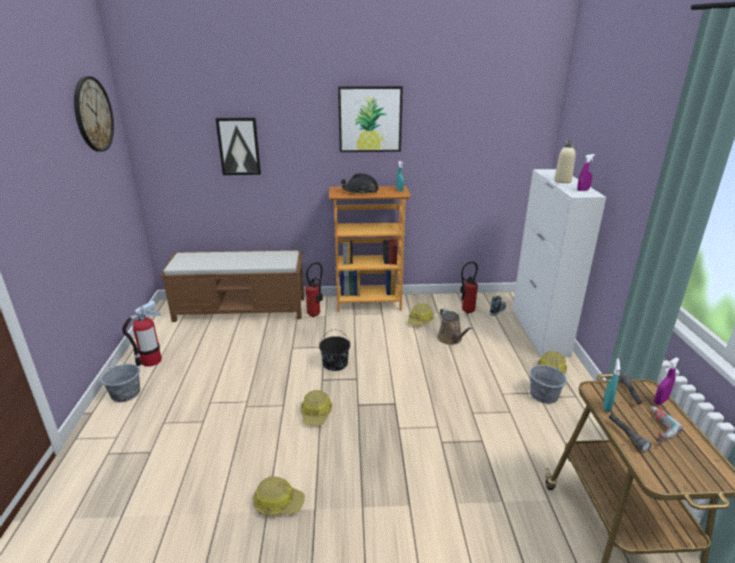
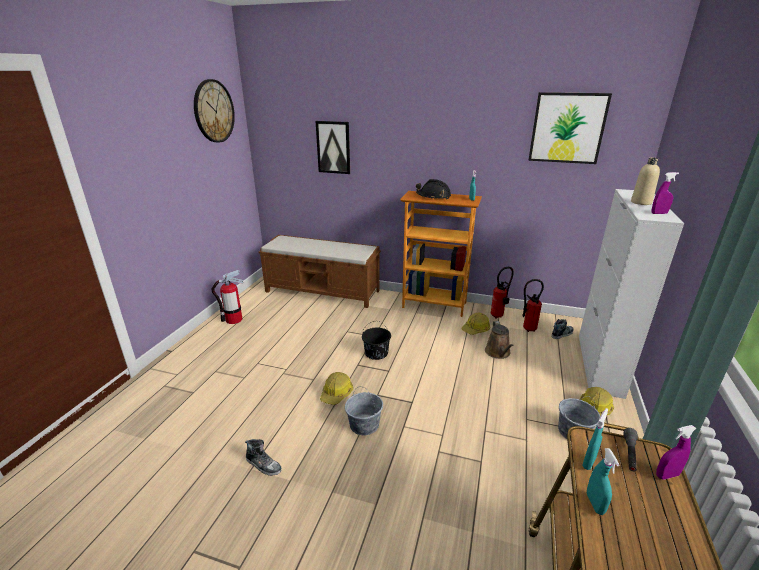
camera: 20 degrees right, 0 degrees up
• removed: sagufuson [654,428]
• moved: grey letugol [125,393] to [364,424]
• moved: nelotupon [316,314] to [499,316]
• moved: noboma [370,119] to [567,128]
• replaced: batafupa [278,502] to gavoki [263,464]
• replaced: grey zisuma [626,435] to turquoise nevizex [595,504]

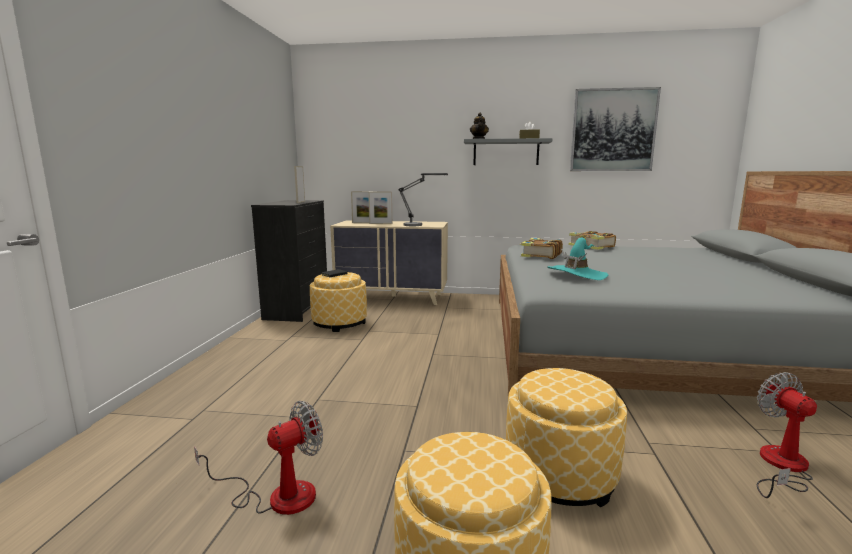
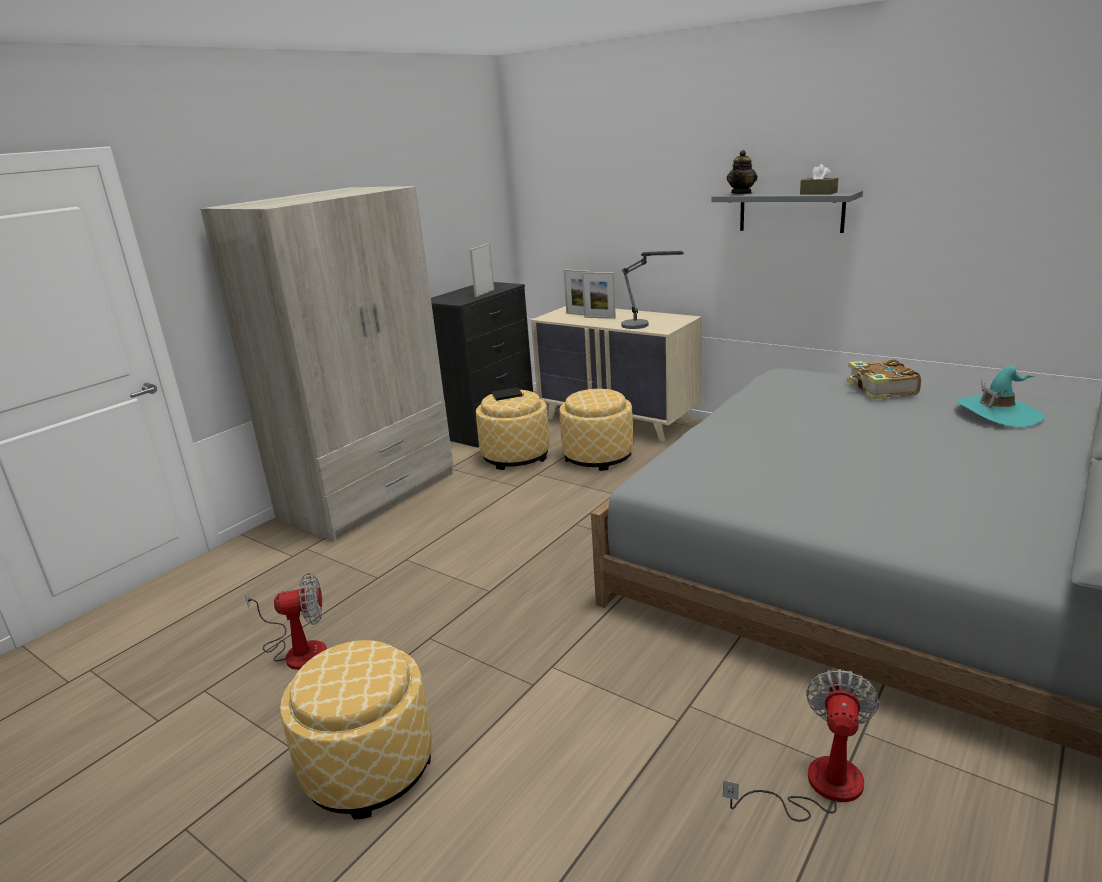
camera: 30 degrees right, 10 degrees up
• removed: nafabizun [540,255]
• removed: noboma [613,130]
• added: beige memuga [370,495]
• moved: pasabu [559,474] to [597,456]
• moved: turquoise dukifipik [577,275] to [998,414]

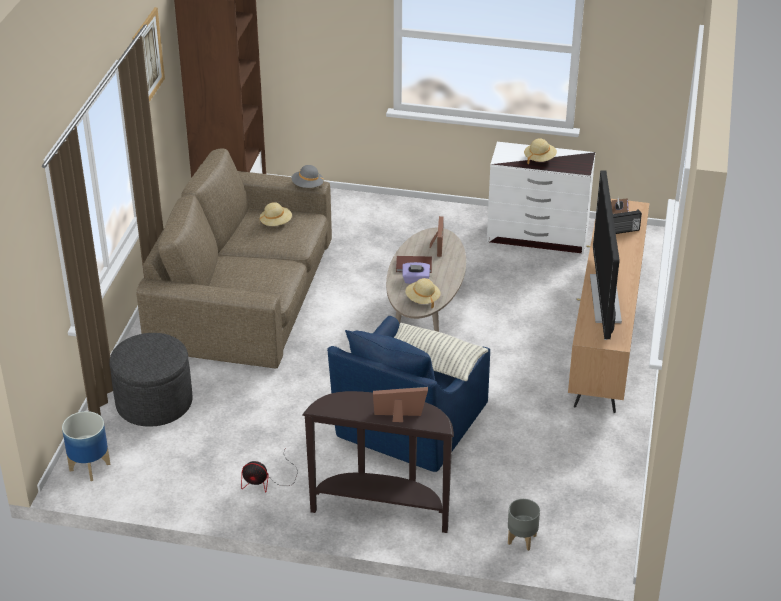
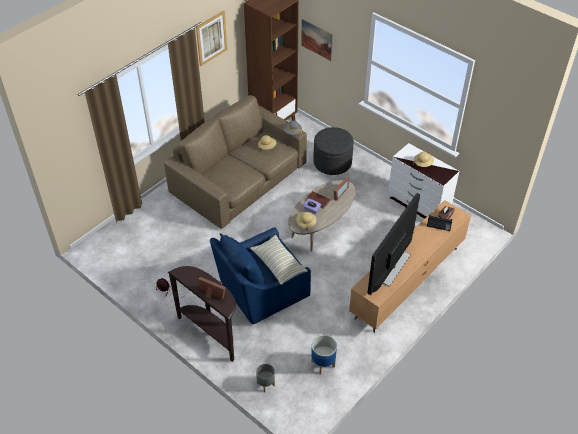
camera: 30 degrees right, 10 degrees up
• added: noboma [317,39]
• moved: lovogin [89,467] to [322,363]
• moved: grey pasabu [154,403] to [332,162]

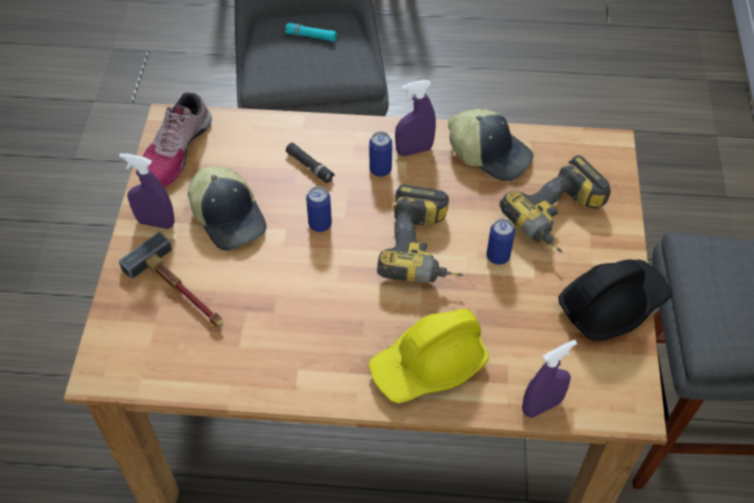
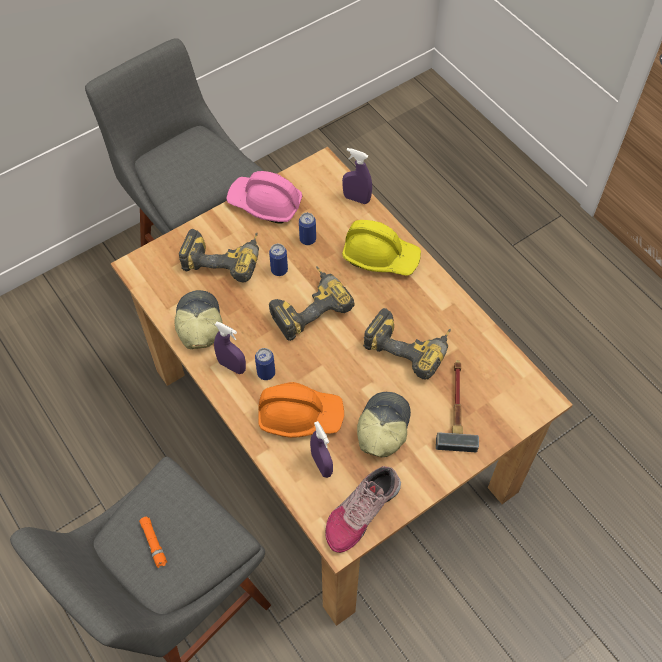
camera: 130 degrees left, 5 degrees up
• added: sagufuson [409,345]
• moved: purple nevizex [156,222] to [321,465]
• moved: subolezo [320,224] to [307,239]
• replaced: black zisuma [310,166] to orange batafupa [300,415]
• recoloured: turquoise zisuma [311,36] to orange zisuma [154,543]
• recoloured: black batafupa [612,305] to pink batafupa [265,204]
• turned: gavoki [176,150] = [361,511] 150 degrees clockwise

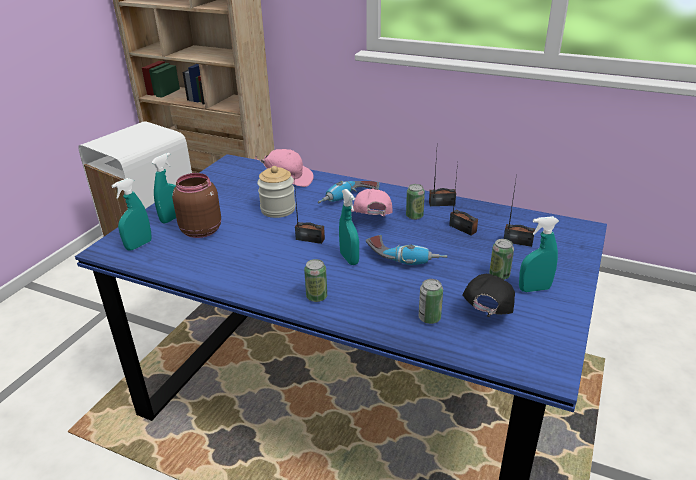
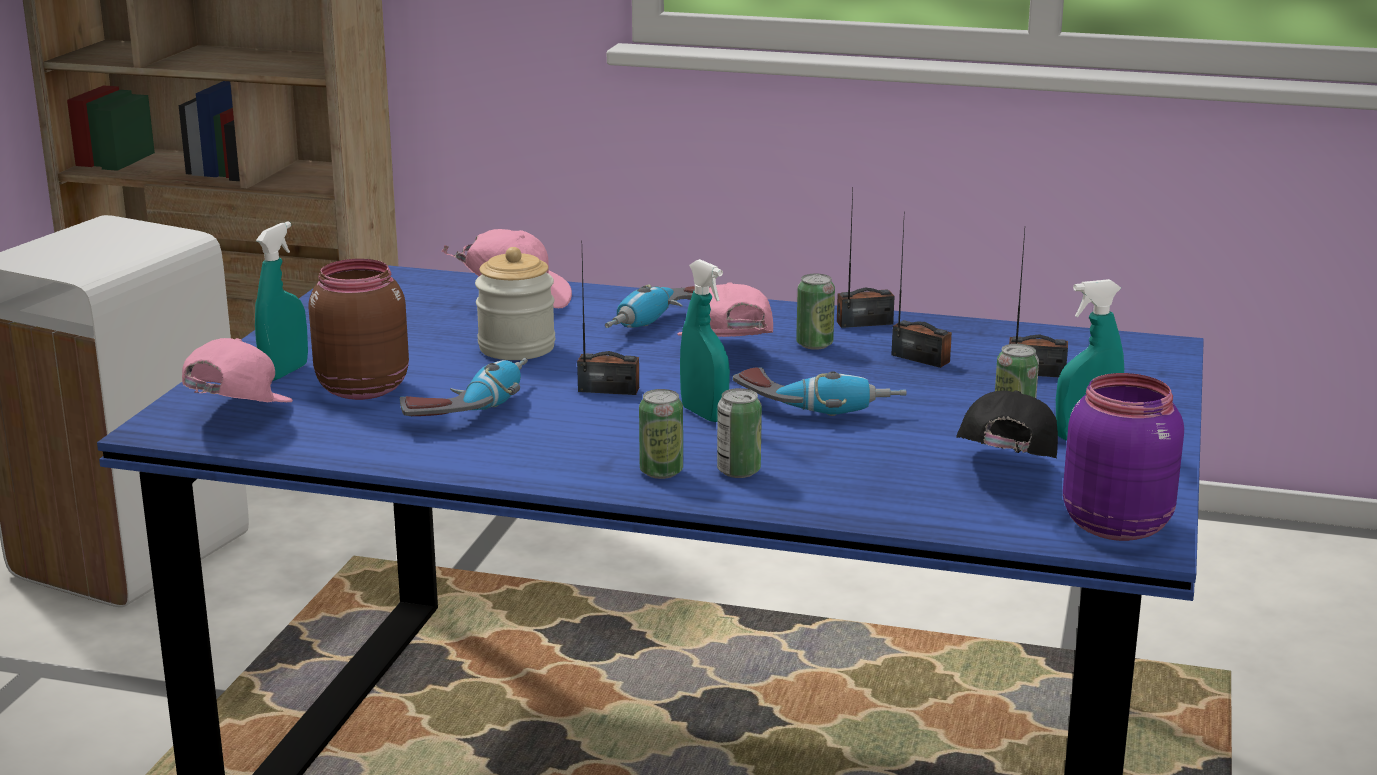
camera: 10 degrees left, 10 degrees down
• added: sagufuson [470,407]
• added: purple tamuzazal [1115,523]
• moved: subolezo [429,318] to [738,471]
• replaced: turquoise nevizex [139,245] to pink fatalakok [235,417]

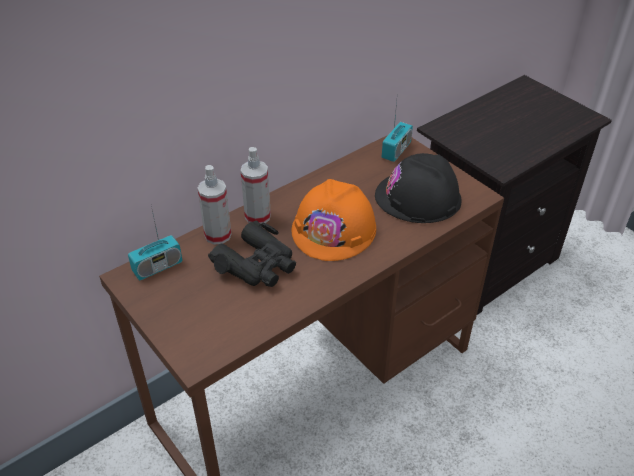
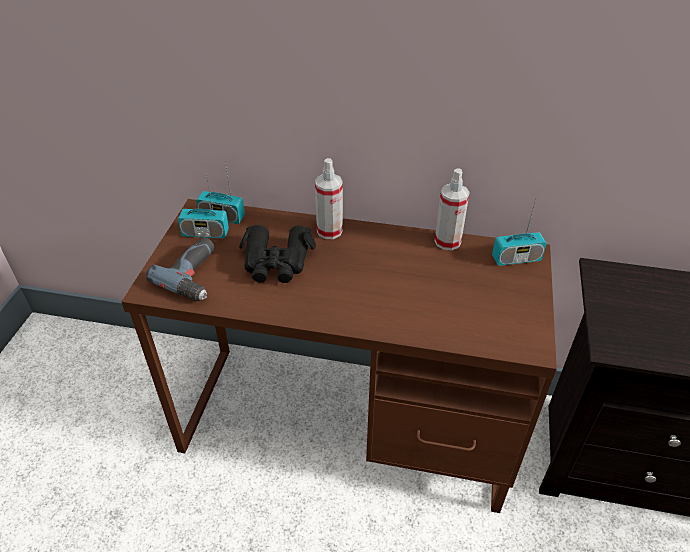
camera: 50 degrees right, 0 degrees up
• removed: orange batafupa [334,229]
• removed: black batafupa [418,197]
• added: sagufuson [197,275]
• added: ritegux [205,233]
• moved: nevizex [218,235] to [447,241]

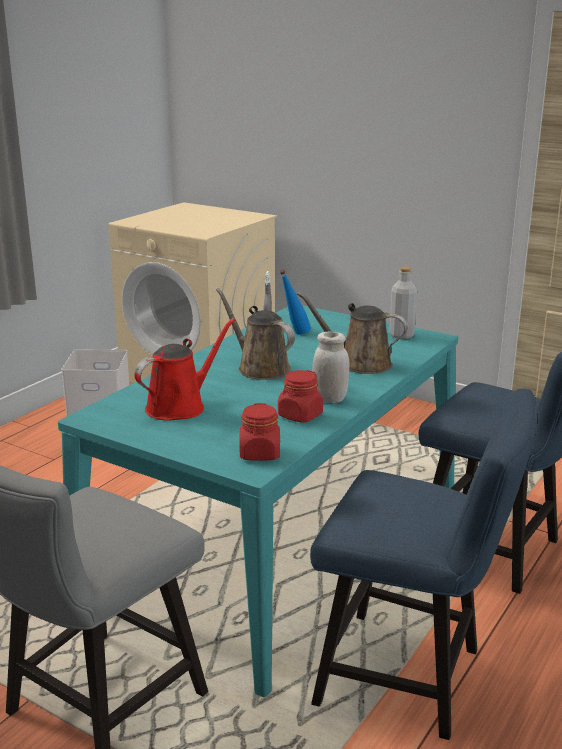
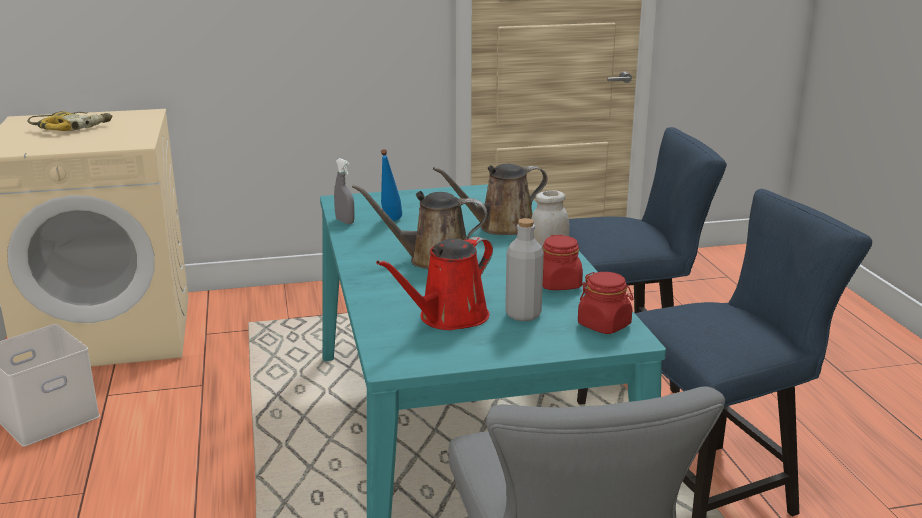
camera: 45 degrees left, 0 degrees up
• added: sagufuson [72,127]
• moved: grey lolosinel [401,335] to [523,314]
• turned: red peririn [180,406] = [448,318] 135 degrees counterclockwise

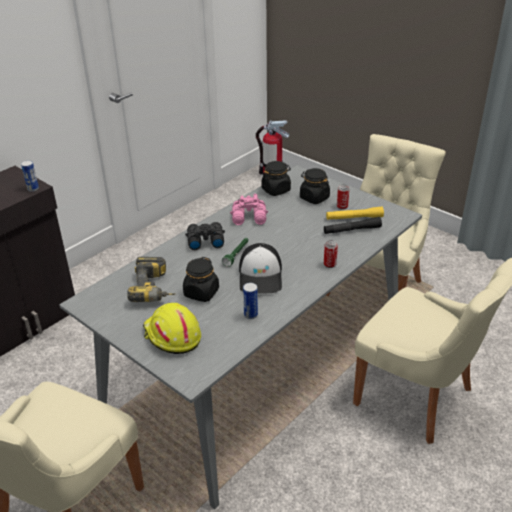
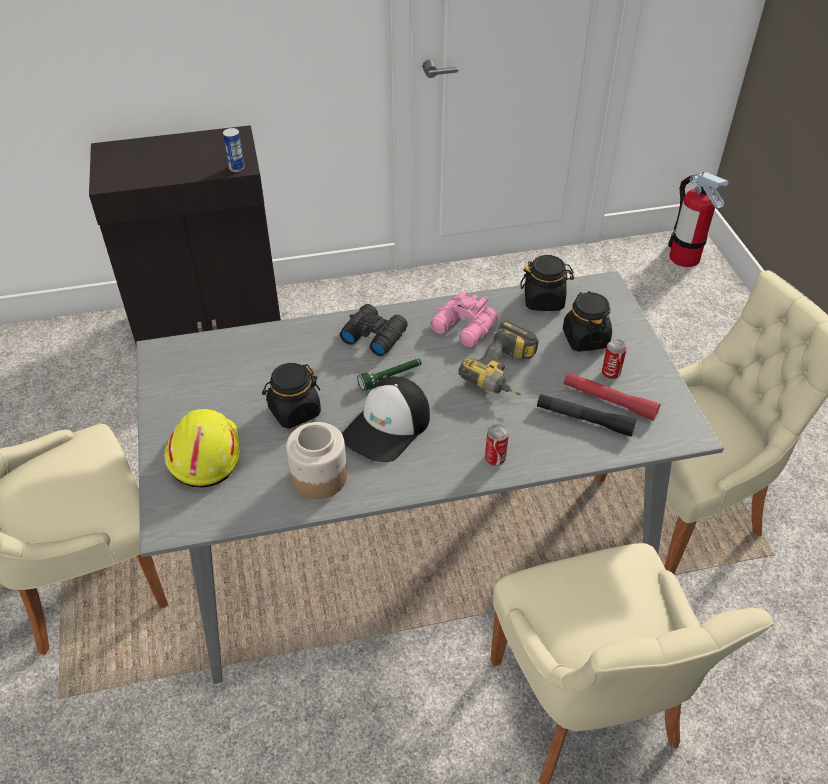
camera: 35 degrees right, 10 degrees up
• moved: sagufuson [155,289] to [505,374]
• replaced: subolezo [250,315] to tamuzazal [318,477]
• recoloured: yellow zisuma [354,218] to red zisuma [609,401]

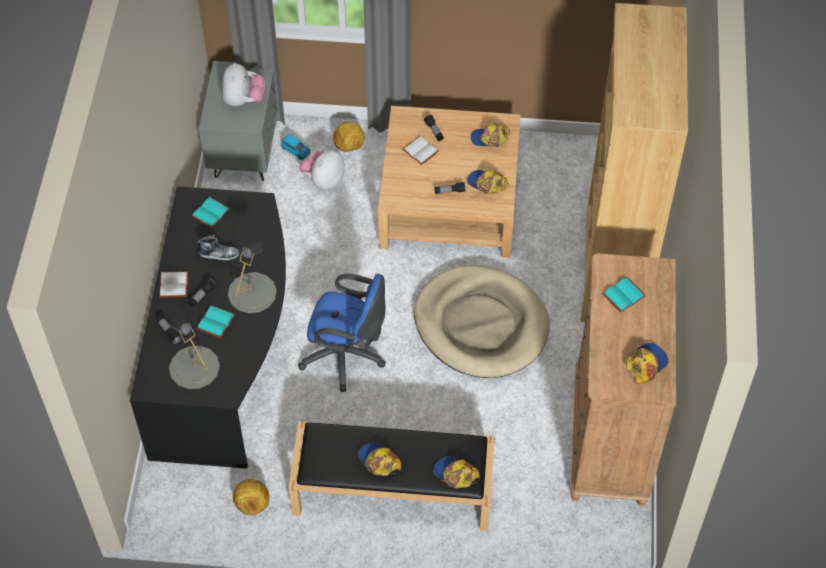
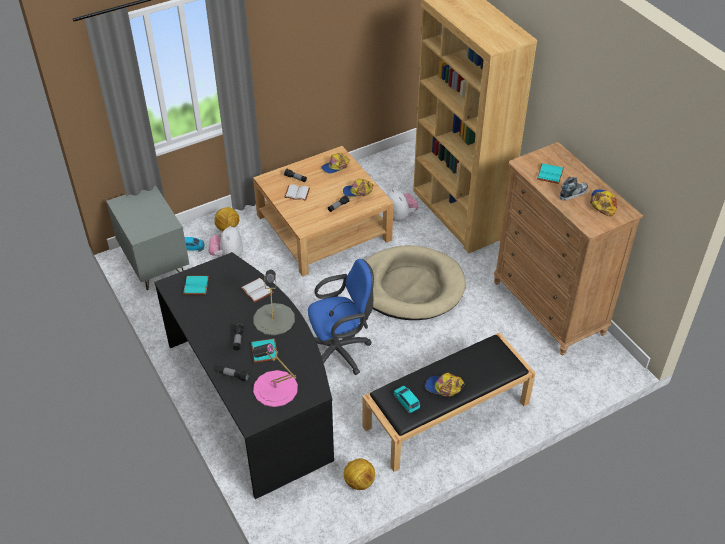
camera: 35 degrees left, 10 degrees down
• removed: fatalakok [455,474]
• added: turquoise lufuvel [406,402]
• moved: white nafabizun [175,285] to [258,290]
• moved: gavoki [219,254] to [573,193]
• moved: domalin [243,100] to [400,216]
• recoloured: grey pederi [194,367] to pink pederi [275,388]

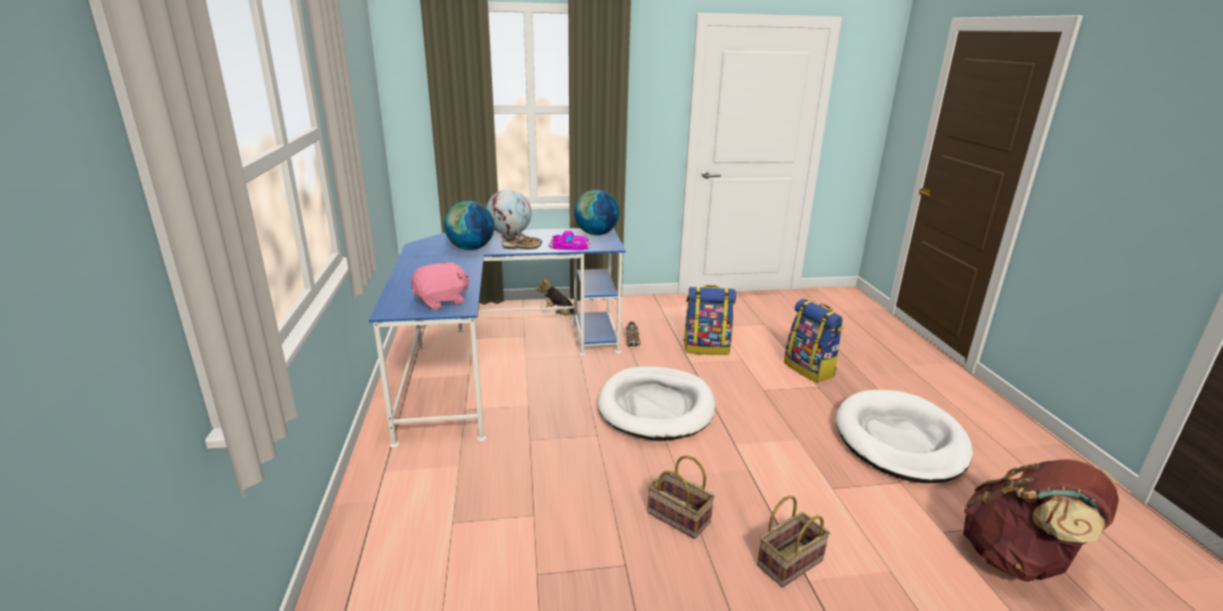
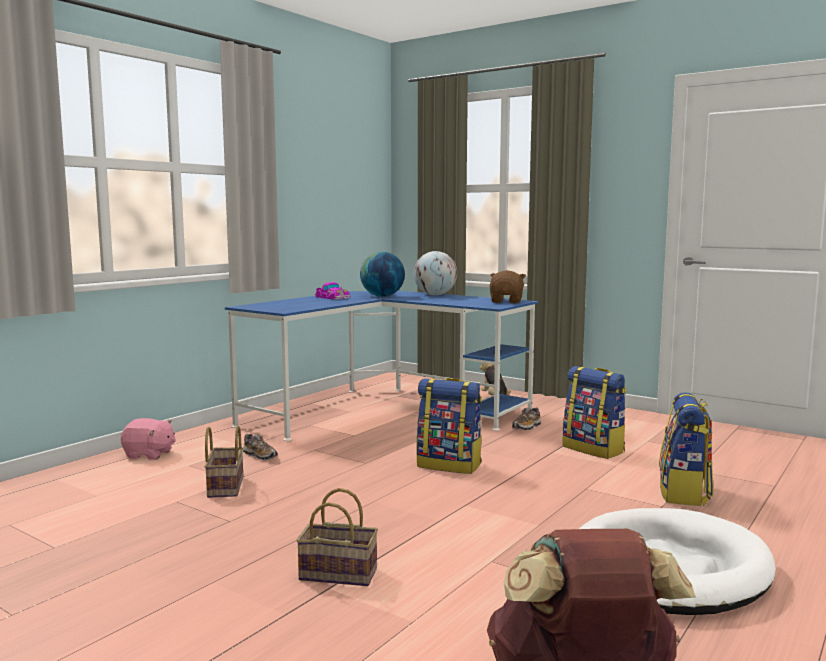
camera: 45 degrees right, 15 degrees down
• moved: pink domalin [442,301] to [149,454]
• moved: gavoki [521,248] to [260,456]
• moved: lufuvel [570,246] to [332,297]
• moved: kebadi [676,517] to [224,486]
• replaced: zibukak [596,234] to brown domalin [506,301]
• replaced: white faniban [656,407] to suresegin [450,465]

